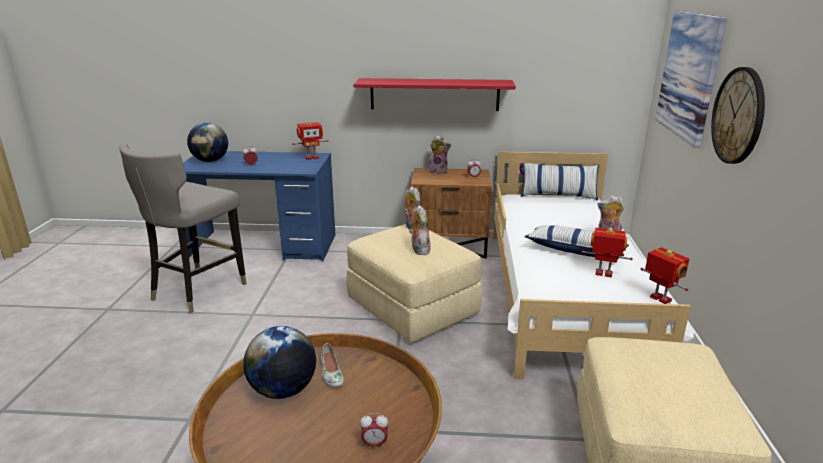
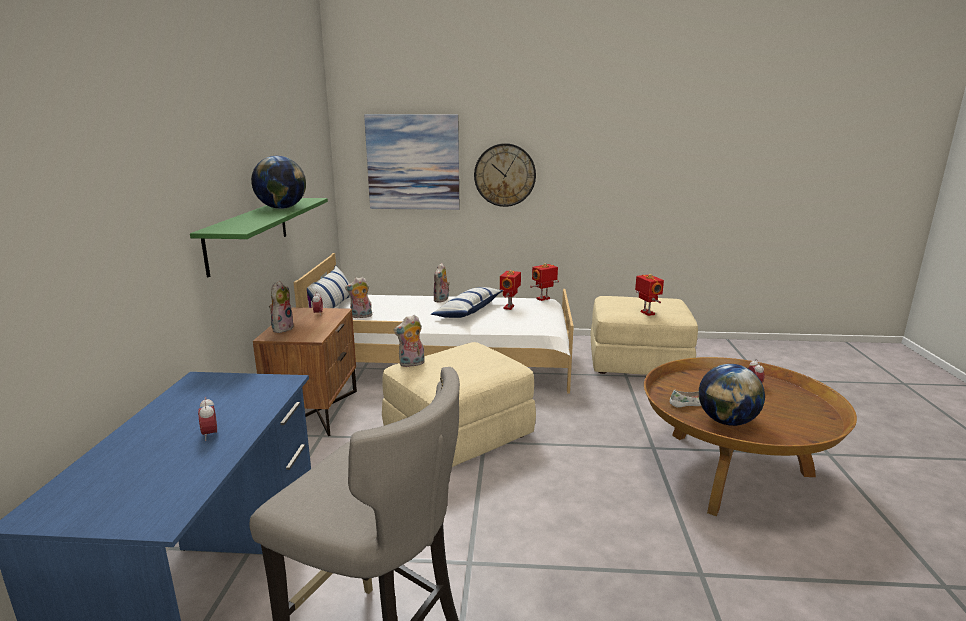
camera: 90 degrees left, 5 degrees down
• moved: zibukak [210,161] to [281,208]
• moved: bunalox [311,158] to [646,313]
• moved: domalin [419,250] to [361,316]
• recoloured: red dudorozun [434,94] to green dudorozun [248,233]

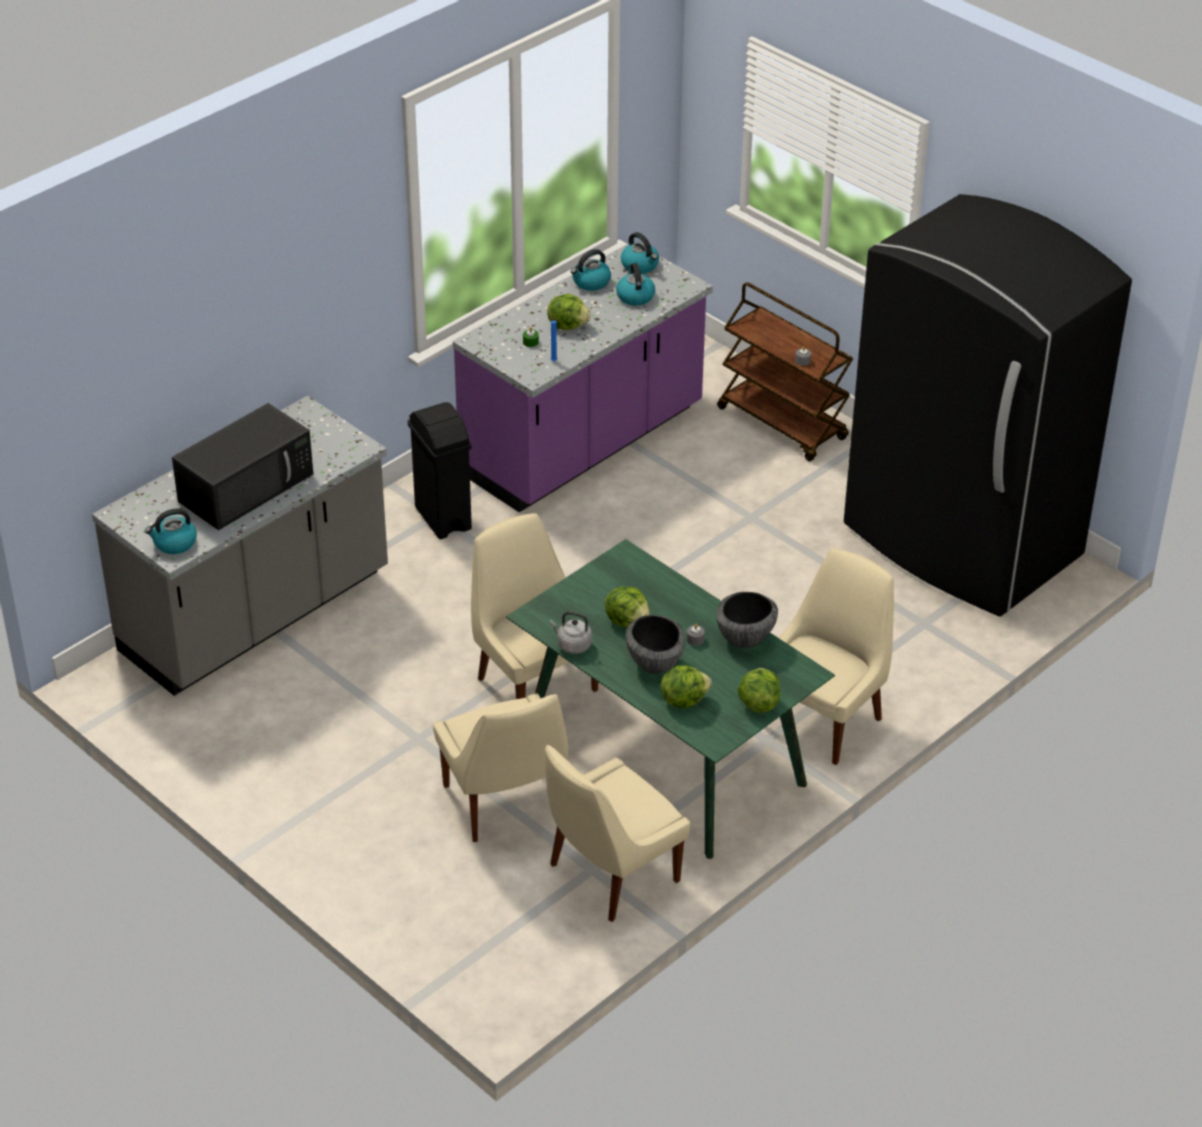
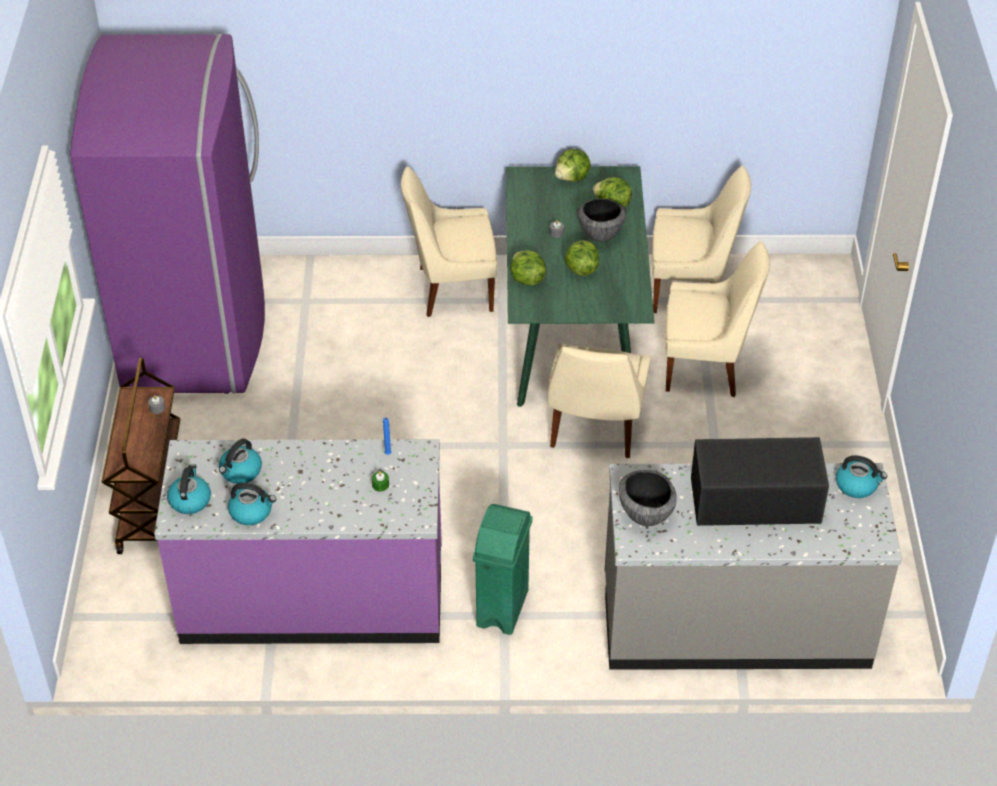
camera: 135 degrees left, 5 degrees up
• removed: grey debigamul [572,645]
• moved: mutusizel [568,325] to [526,279]
• moved: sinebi [745,638] to [646,515]
• recoloured: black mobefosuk [443,517] to green mobefosuk [501,609]
• recoloured: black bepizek [961,543] to purple bepizek [197,331]
• turned: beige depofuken [504,804] = [706,367] 75 degrees clockwise

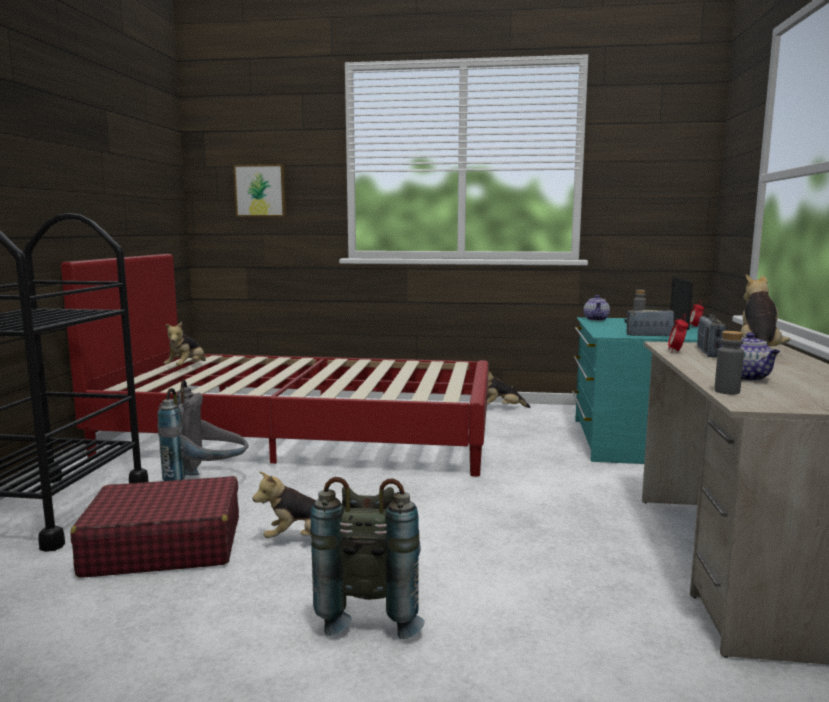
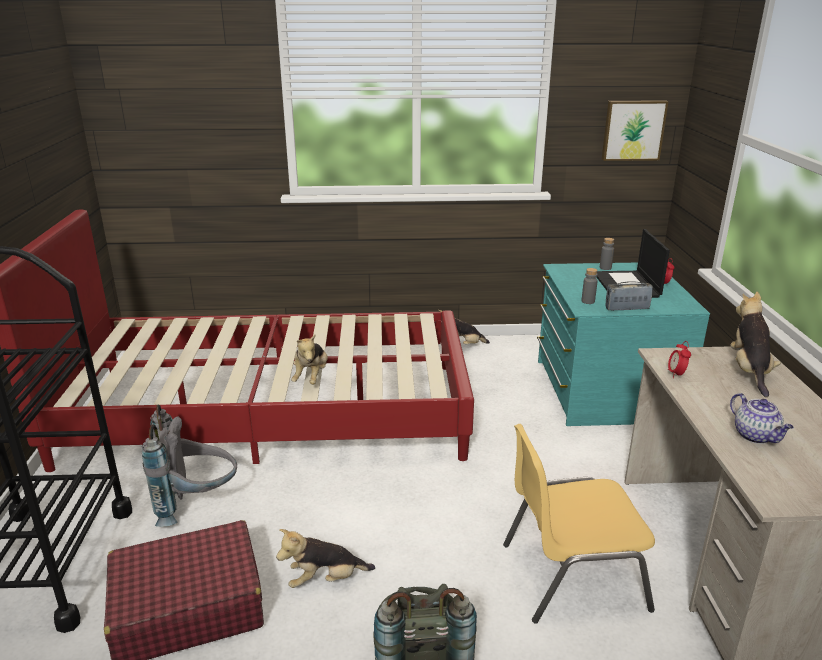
camera: 10 degrees left, 15 degrees up
• removed: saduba [596,319]
• removed: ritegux [708,353]
• added: yellow depofuken [570,575]
• moved: domalin [186,367] to [311,377]
• moved: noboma [261,191] to [633,130]
• moved: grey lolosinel [727,391] to [588,301]

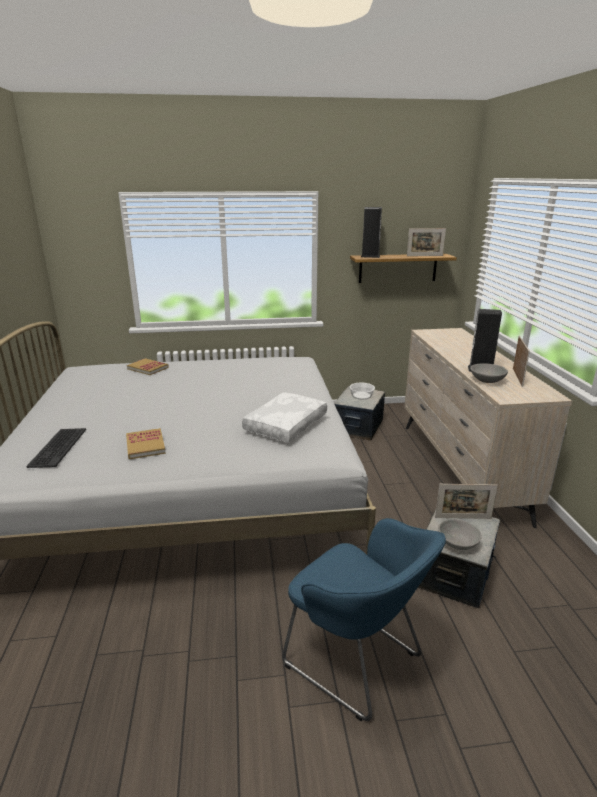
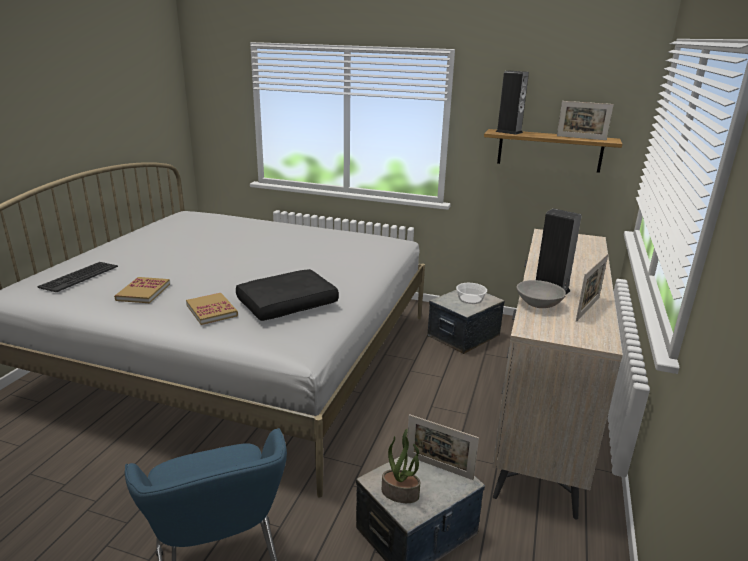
camera: 25 degrees right, 0 degrees up
• moved: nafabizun [148,368] to [212,310]
• replaced: grey sinebi [457,543] to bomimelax [401,493]
• recoloured: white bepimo [285,424] to black bepimo [287,303]

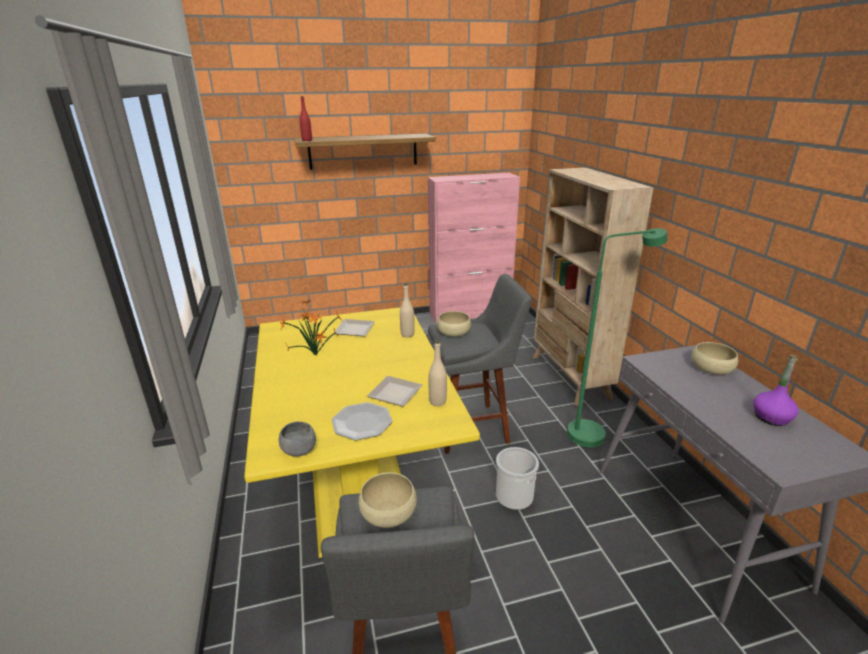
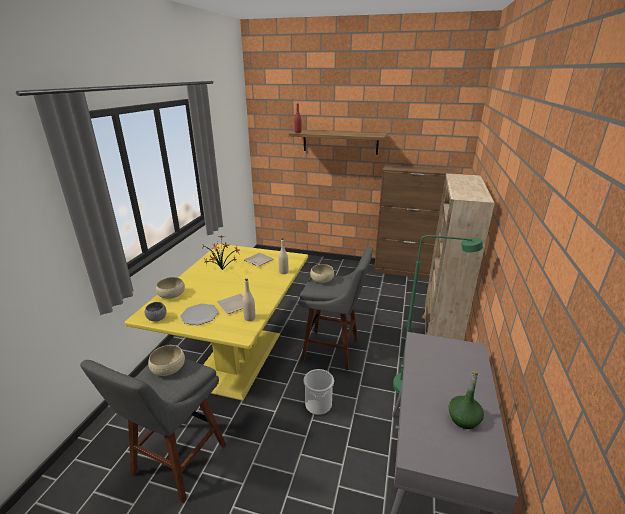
camera: 30 degrees right, 0 degrees up
• moved: beige sinebi [711,368] to [171,294]
• recoloured: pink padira [470,313] to brown padira [405,271]
• recoloured: purple lolosinel [771,417] to green lolosinel [463,419]

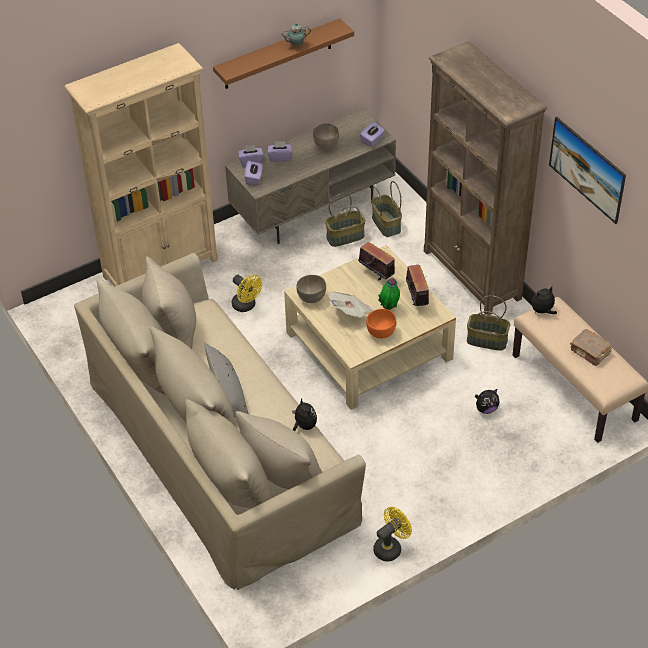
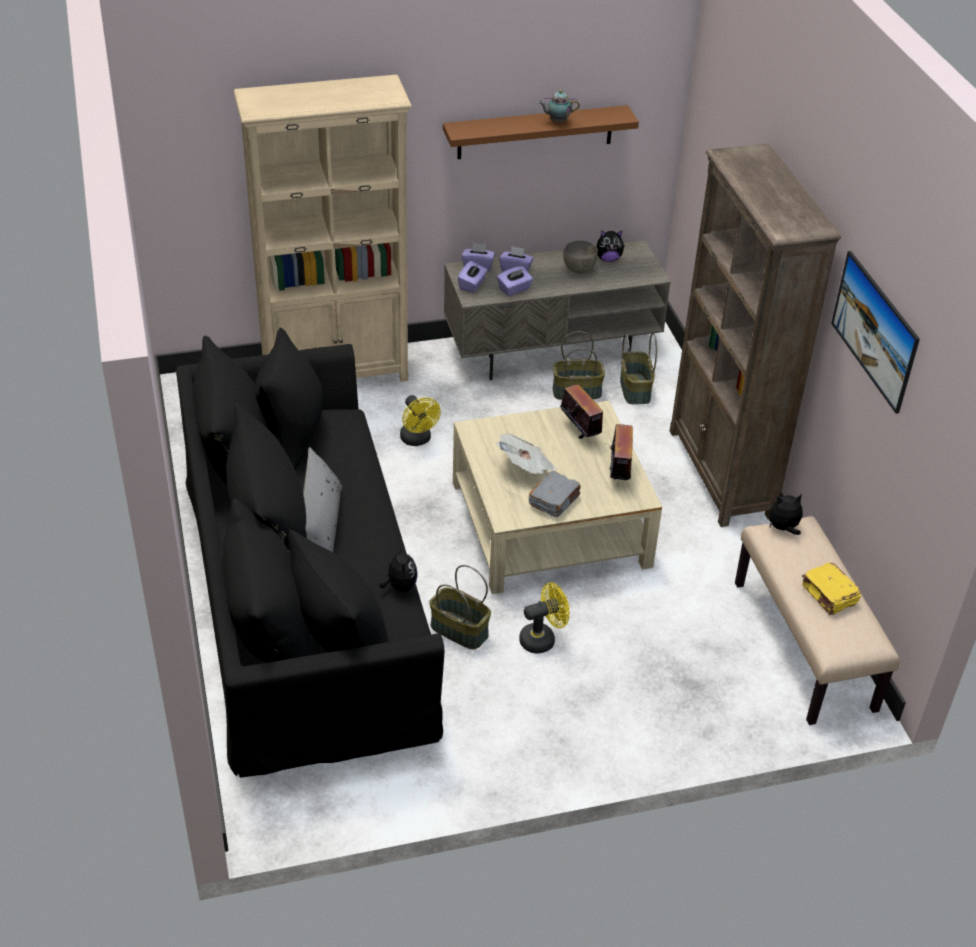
camera: 15 degrees right, 5 degrees down
• removed: grey sinebi [312,298]
• removed: bomimelax [389,308]
• moved: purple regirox [372,140] to [514,289]
• moved: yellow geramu [390,547] to [542,638]
• moved: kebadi [486,341] to [458,631]
• moved: domalin [486,409] to [608,259]
• replaced: orange sinebi [381,333] to grey nafabizun [554,501]
• recoloured: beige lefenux [220,447] to black lefenux [305,594]
• recoloured: brown nafabizun [590,352] to yellow nafabizun [829,596]

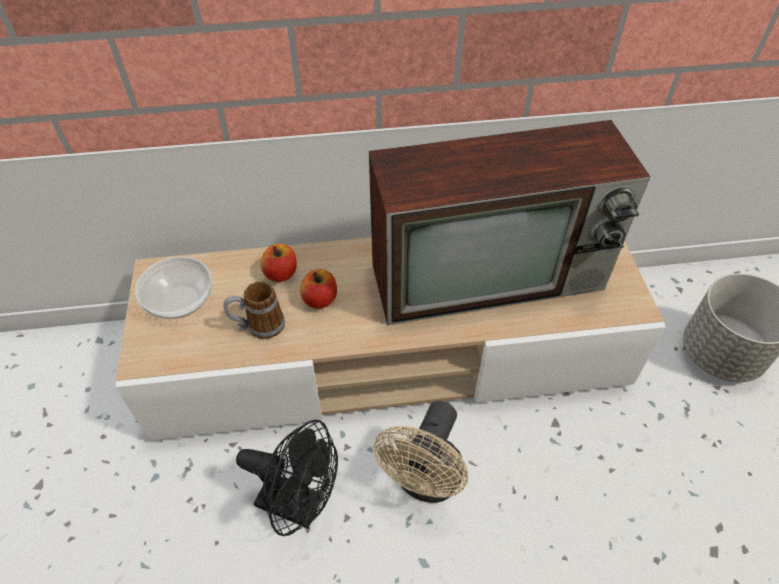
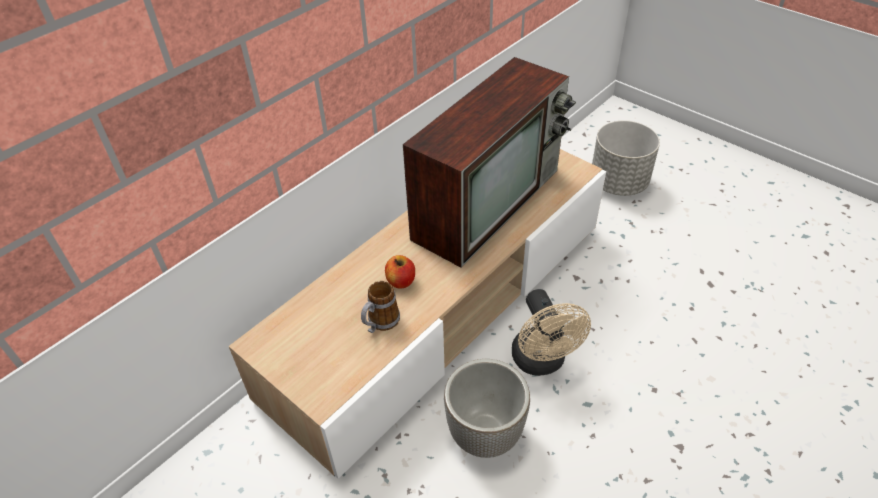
camera: 40 degrees left, 5 degrees down
• removed: sinebi [179,300]
• removed: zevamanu [281,273]
• replaced: black geramu [299,505] to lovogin [484,433]

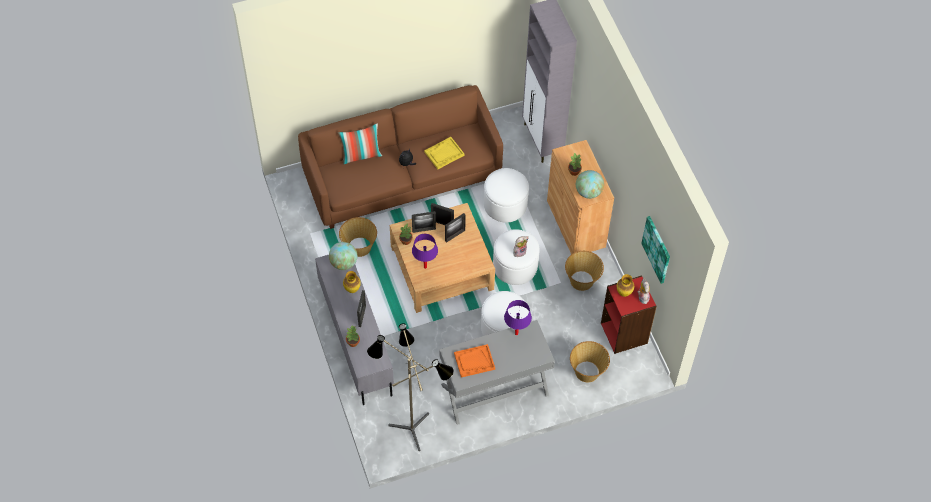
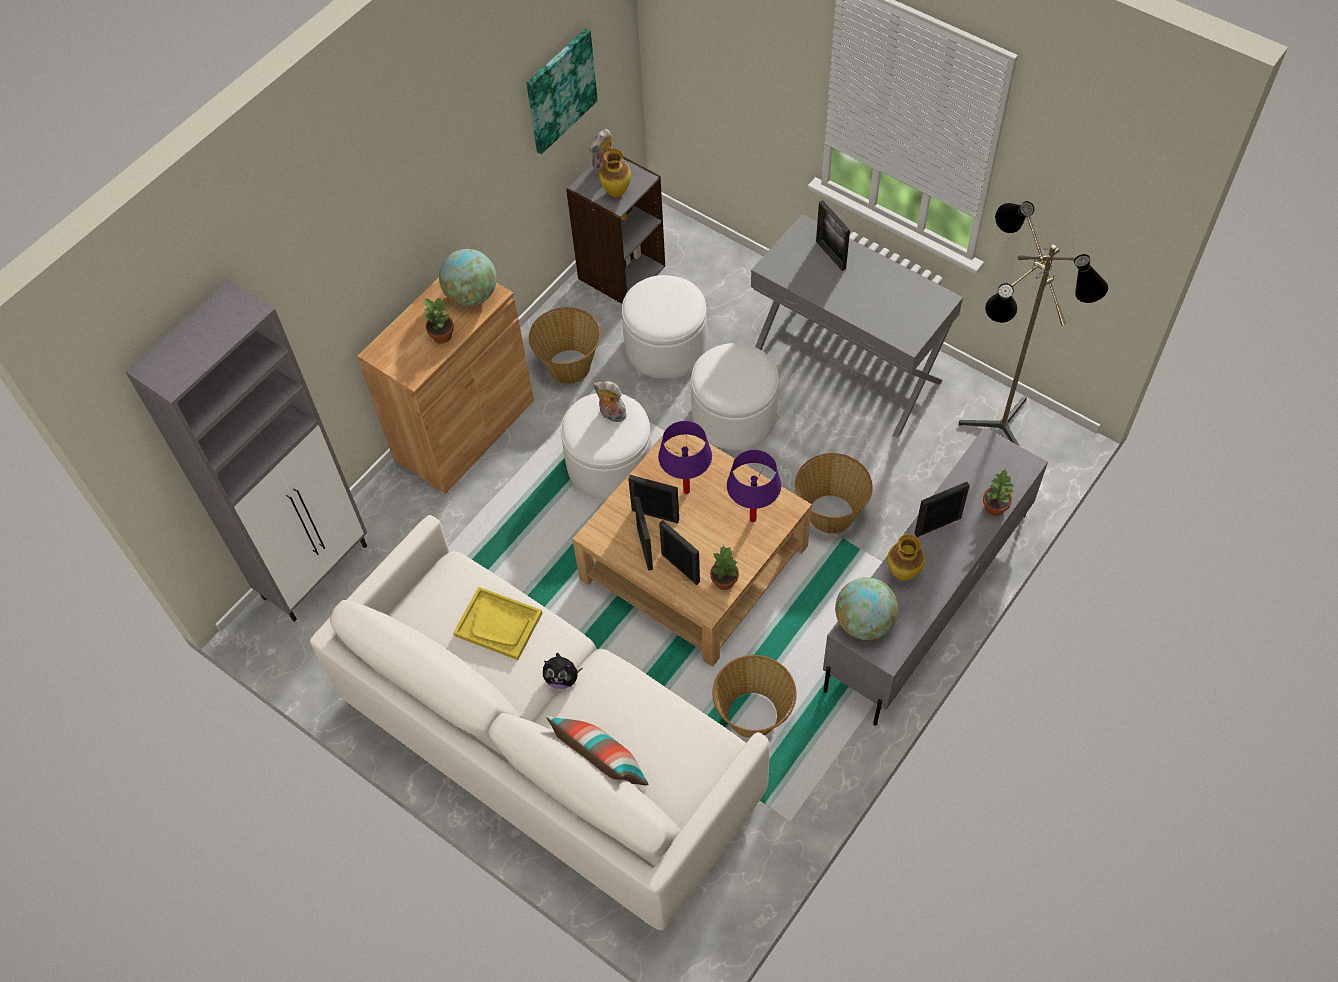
camera: 120 degrees left, 0 degrees up
• removed: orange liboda [474,361]
• added: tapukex [830,255]
• moved: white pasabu [505,204] to [666,346]
• moved: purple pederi [516,333] to [686,491]
• moved: kebadi [587,371] to [830,513]
• recoloured: brown lefenux [402,176] to white lefenux [549,748]
• recoloured: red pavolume [624,333] to grey pavolume [621,271]

